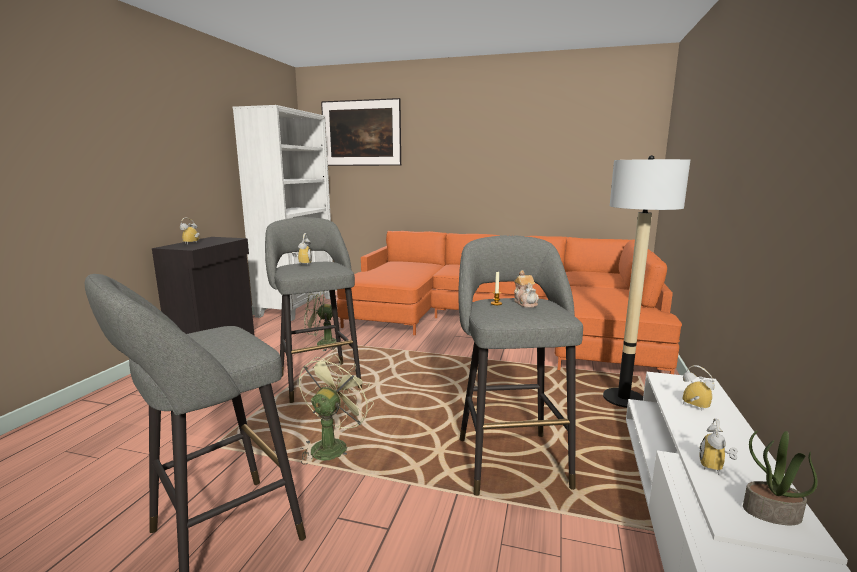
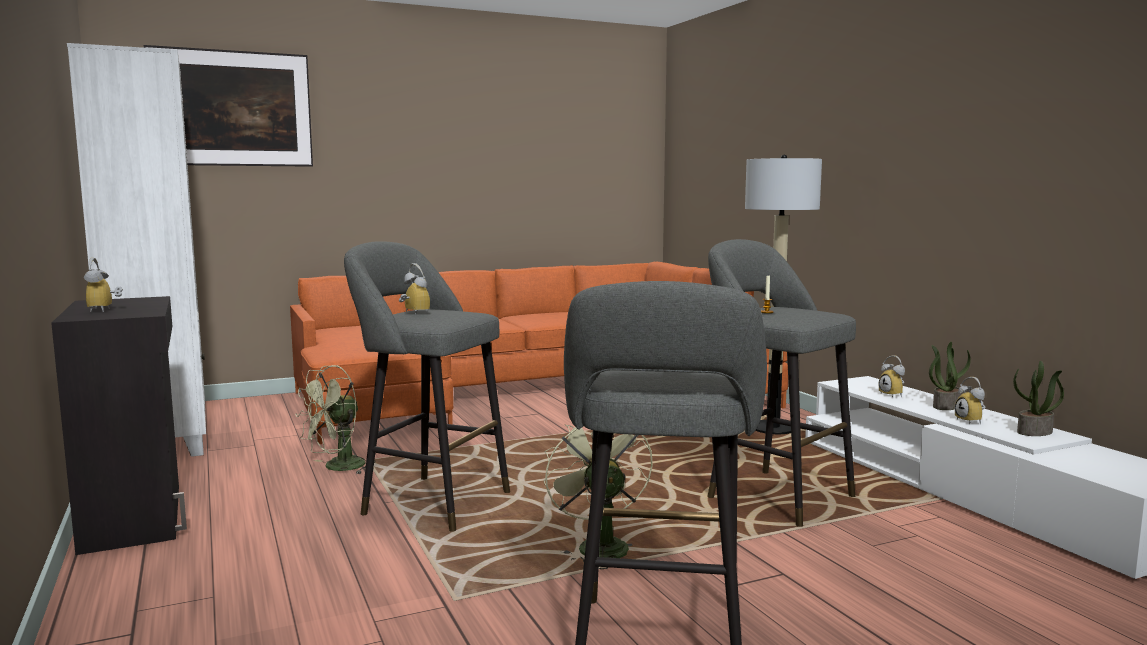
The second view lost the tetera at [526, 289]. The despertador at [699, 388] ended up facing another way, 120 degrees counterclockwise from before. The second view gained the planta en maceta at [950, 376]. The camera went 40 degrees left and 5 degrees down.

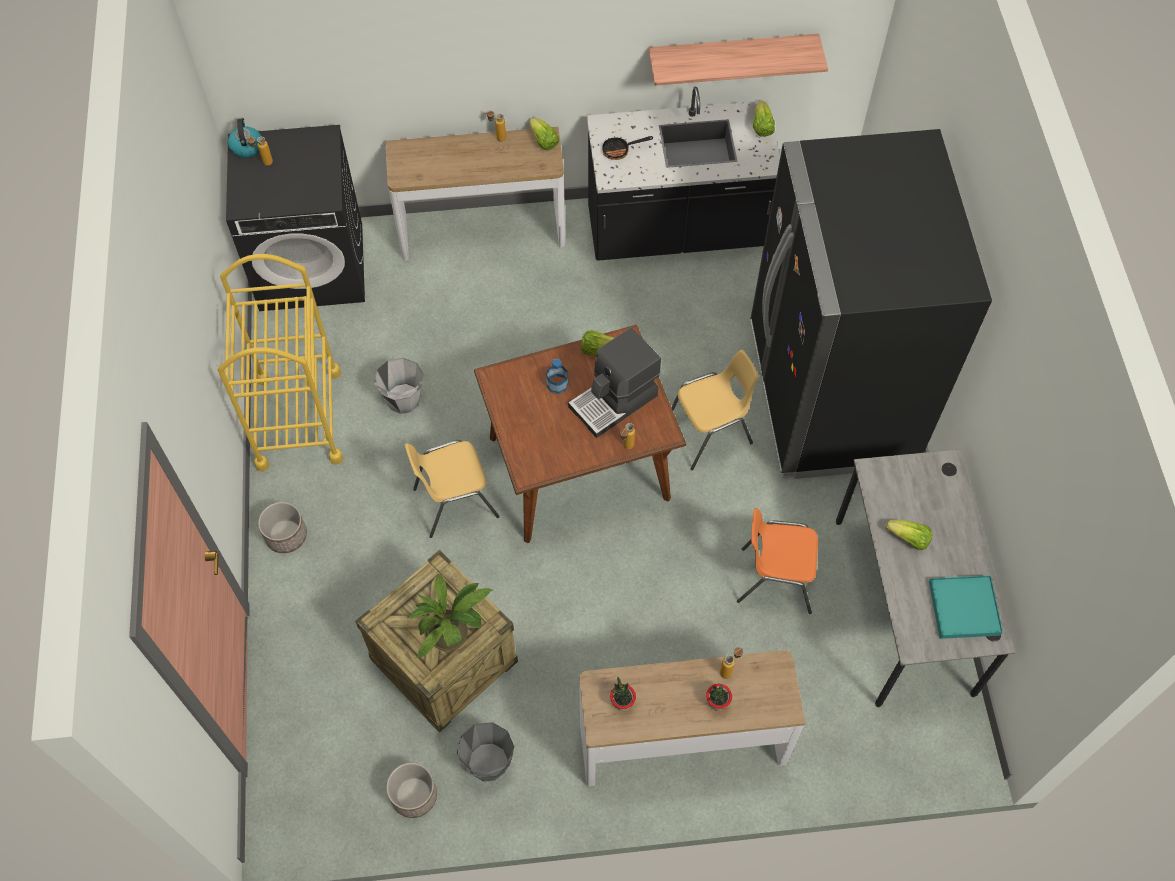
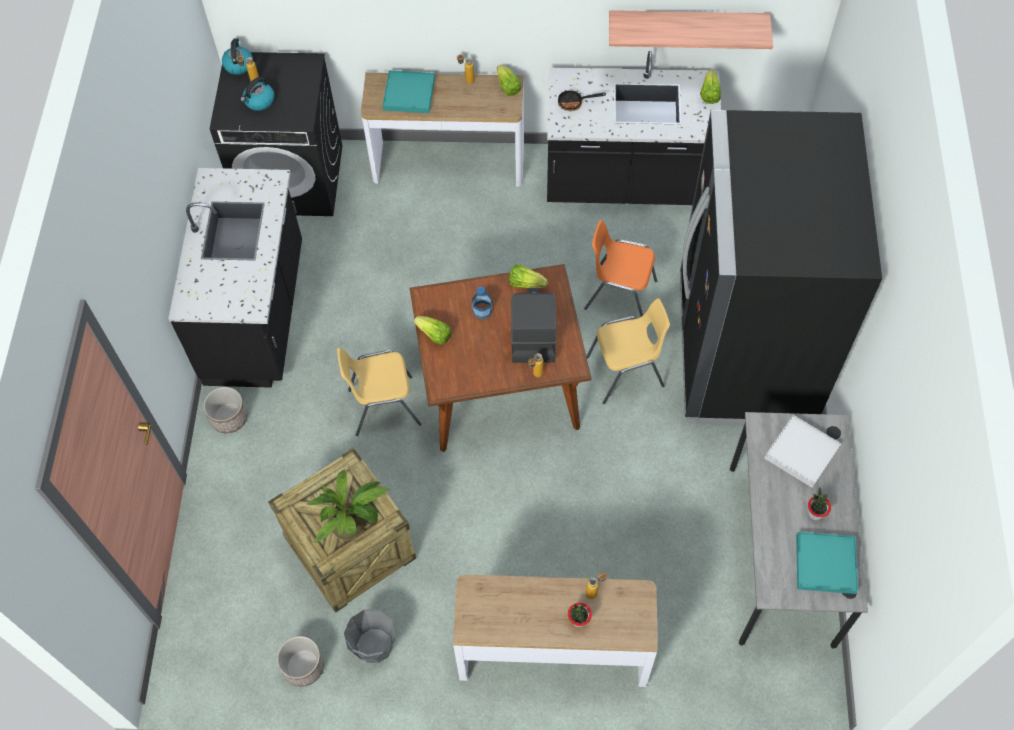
Where the carrito [amarillo] stood at [280, 363], the mueble bajo de cocina [negro] came to stand at [235, 278]. The cafetera at [614, 382] ended up facing another way, 120 degrees clockwise from before. The second view lost the cubo [gris] at [399, 386]. The silla [naranja] ended up elsewhere, having gone from [777, 561] to [620, 268]. The lechuga ended up elsewhere, having gone from [909, 535] to [433, 330]. The planta en maceta ended up elsewhere, having gone from [623, 694] to [819, 503]. The second view gained the bandeja [turquesa] at [409, 91]. The second view gained the hervidor at [257, 94]. The second view gained the bandeja [blanco] at [802, 451]. The camera went 10 degrees right and 0 degrees up.

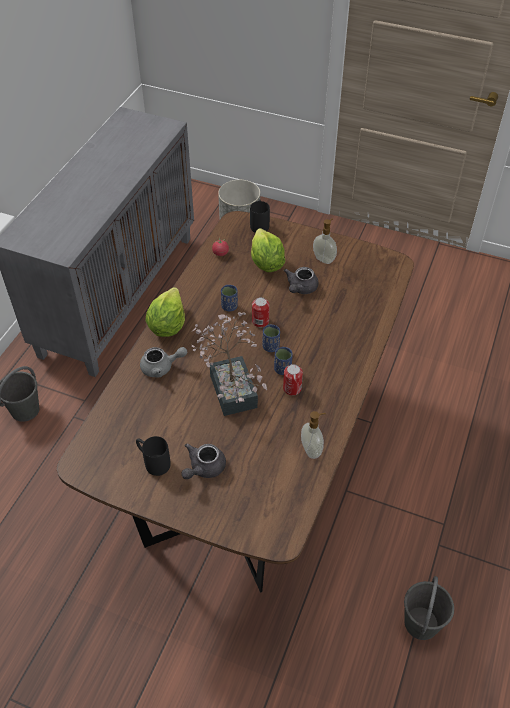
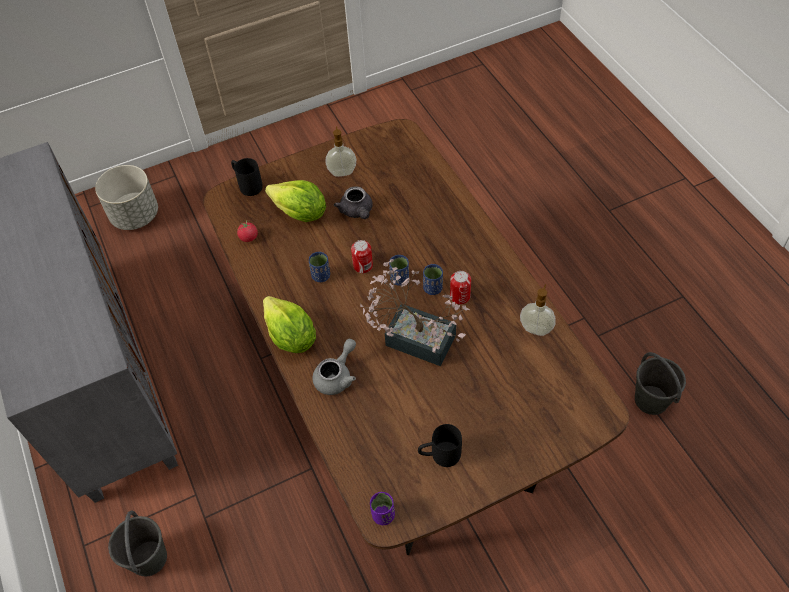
The second view lost the tetera [gris] at [203, 461]. The second view gained the taza [morado] at [382, 508]. The camera went 45 degrees left and 5 degrees up.

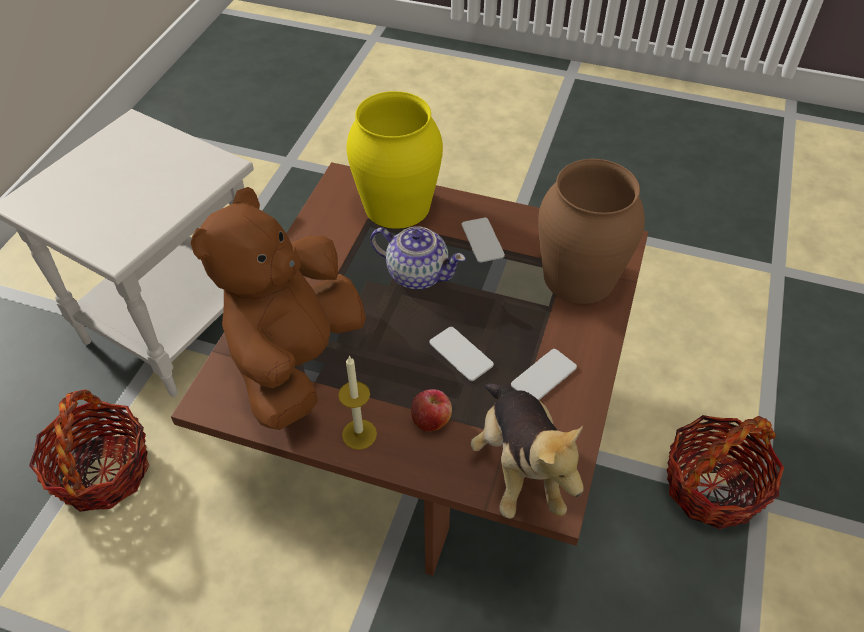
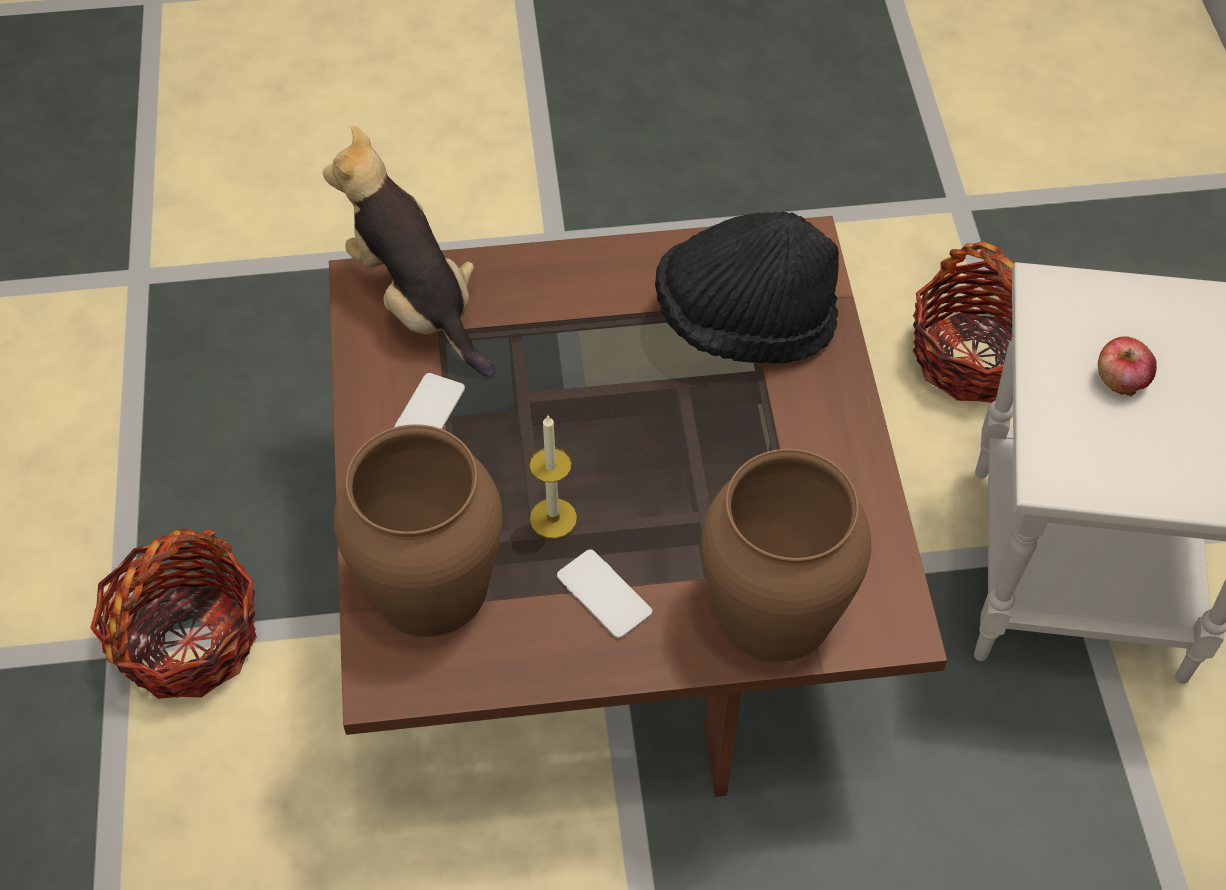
What was the florero [amarillo] at [394, 160] turned into the florero [marrón] at [786, 555]. Where the peluche [marrón] stood at [278, 308], the sombrero [negro] came to stand at [747, 287]. The second view lost the tetera at [418, 258]. The second view lost the móvil at [462, 354]. The vela ended up elsewhere, having gone from [357, 403] to [553, 477]. The manzana ended up elsewhere, having gone from [431, 410] to [1127, 366]. The camera went 155 degrees right and 5 degrees up.

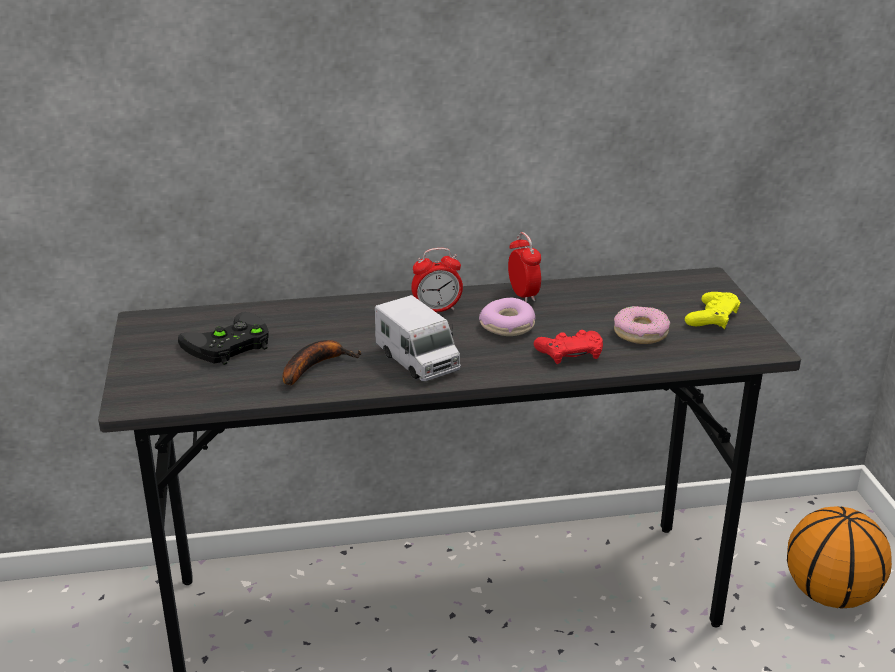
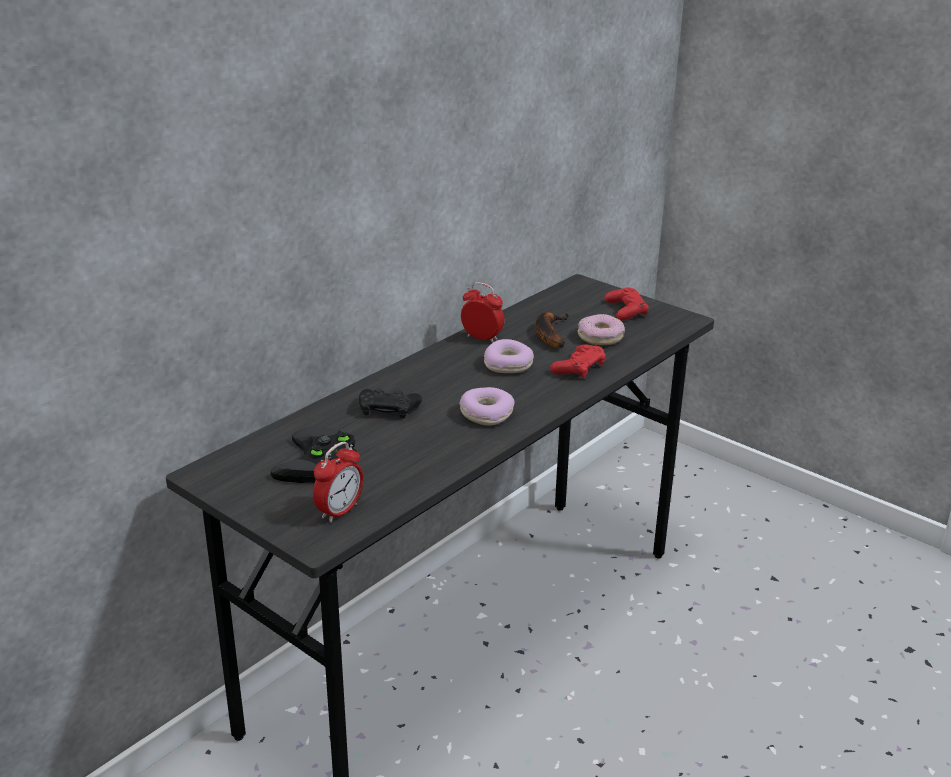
The despertador ended up elsewhere, having gone from [437, 280] to [338, 482]. What was the mando de consola [amarillo] at [712, 310] turned into the mando de consola [rojo] at [626, 304]. Where the camión de juguete stood at [418, 338], the rosquilla came to stand at [487, 406]. The plátano ended up elsewhere, having gone from [322, 363] to [552, 330]. The second view lost the balón de baloncesto at [839, 557]. The second view gained the mando de consola [negro] at [390, 403]. The camera went 40 degrees left and 0 degrees up.

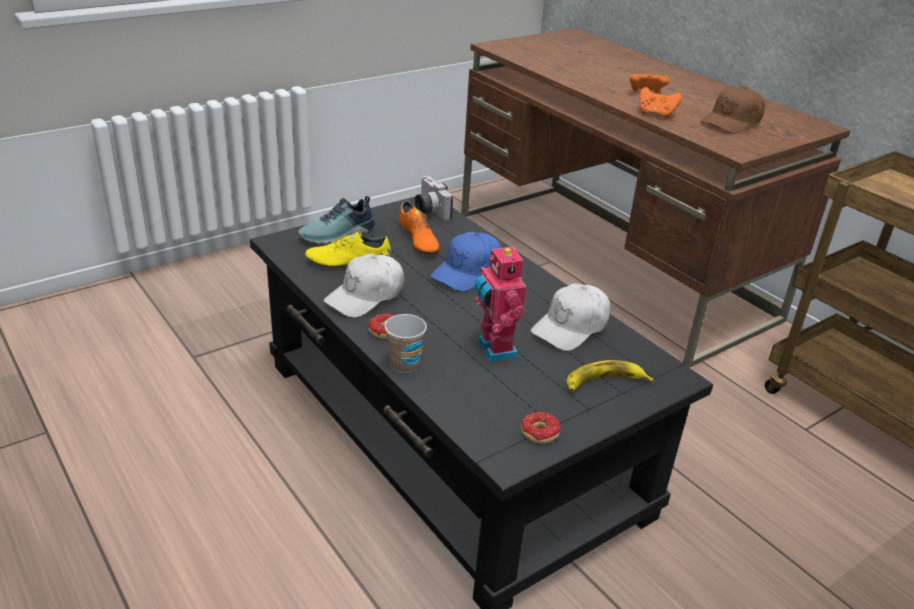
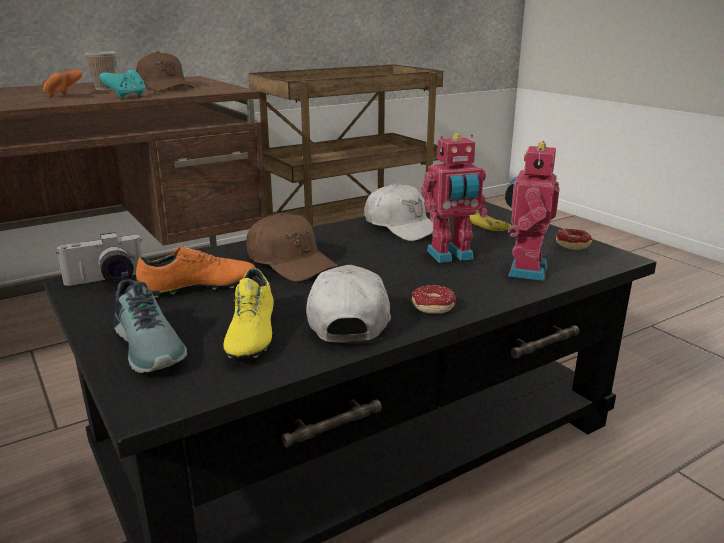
What was the mando de consola [naranja] at [661, 103] turned into the mando de consola [turquesa] at [122, 84]. What was the gorra [azul] at [465, 262] turned into the gorra [marrón] at [292, 247]. The gorra [blanco] at [364, 286] ended up facing another way, 135 degrees counterclockwise from before. The taza ended up elsewhere, having gone from [406, 343] to [101, 70]. The second view gained the robot de juguete at [532, 211]. The camera went 85 degrees left and 10 degrees down.

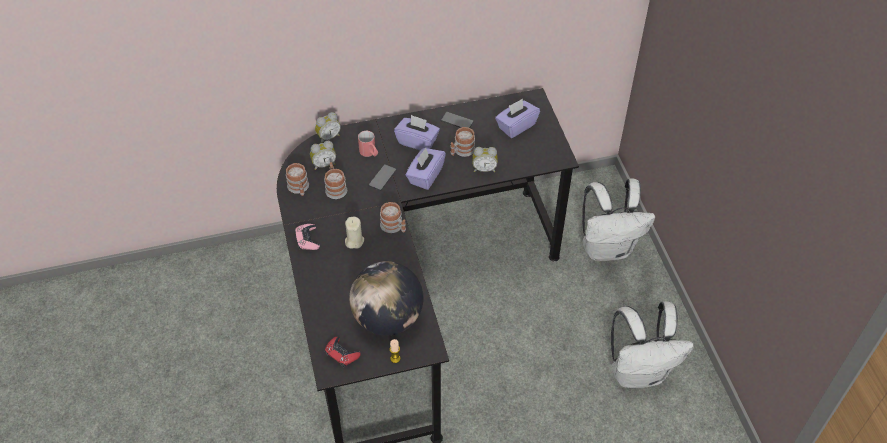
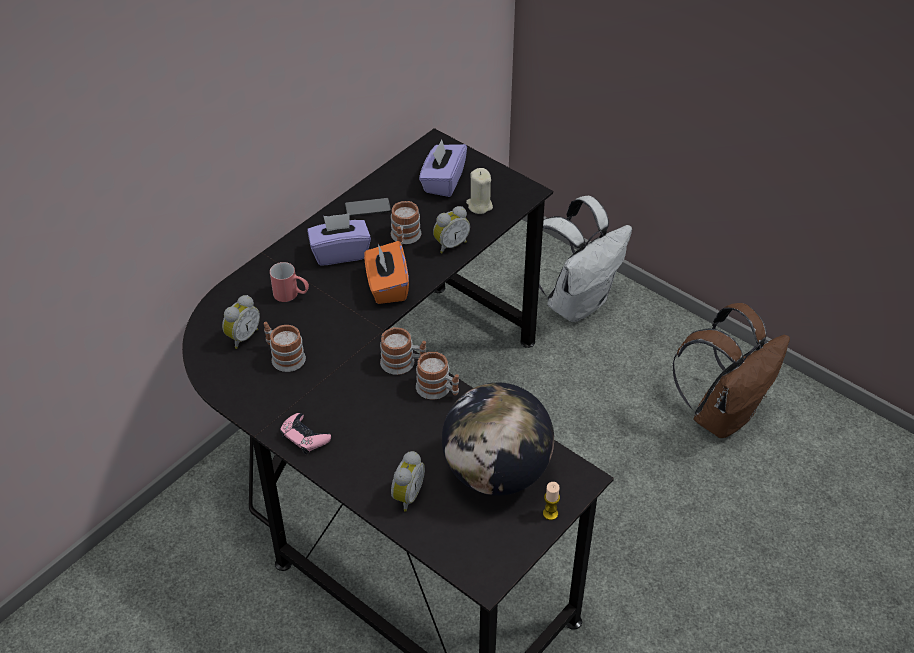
The despertador ended up elsewhere, having gone from [328, 127] to [408, 481]. What was the caja de pañuelos [morado] at [426, 169] turned into the caja de pañuelos [naranja] at [386, 272]. The taza grande ended up elsewhere, having gone from [297, 179] to [437, 376]. The second view lost the móvil at [383, 177]. The vela [beis] ended up elsewhere, having gone from [354, 233] to [479, 191]. What was the mochila [blanco] at [652, 344] turned into the mochila [marrón] at [731, 370]. The second view lost the mando de consola [rojo] at [343, 352]. The camera went 35 degrees left and 5 degrees down.

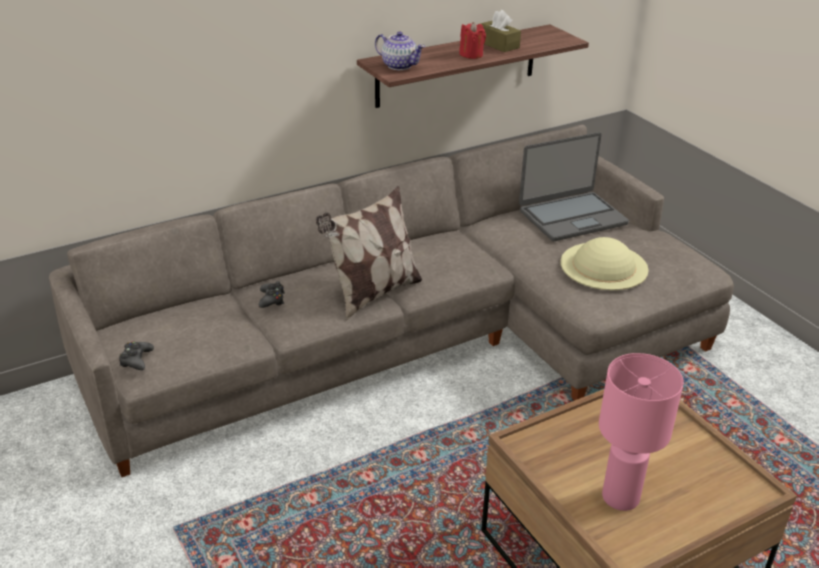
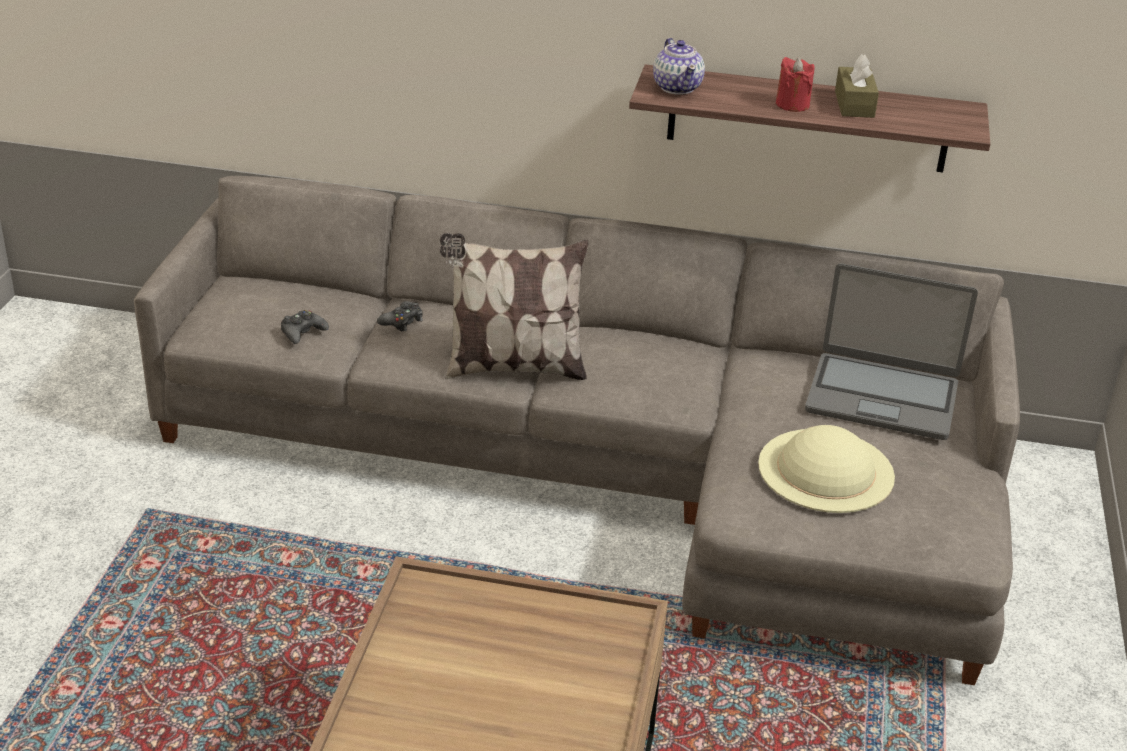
The mando de consola [negro] ended up elsewhere, having gone from [136, 355] to [305, 327]. The second view lost the lámpara de mesa [rosa] at [641, 432]. The camera went 40 degrees right and 0 degrees up.

